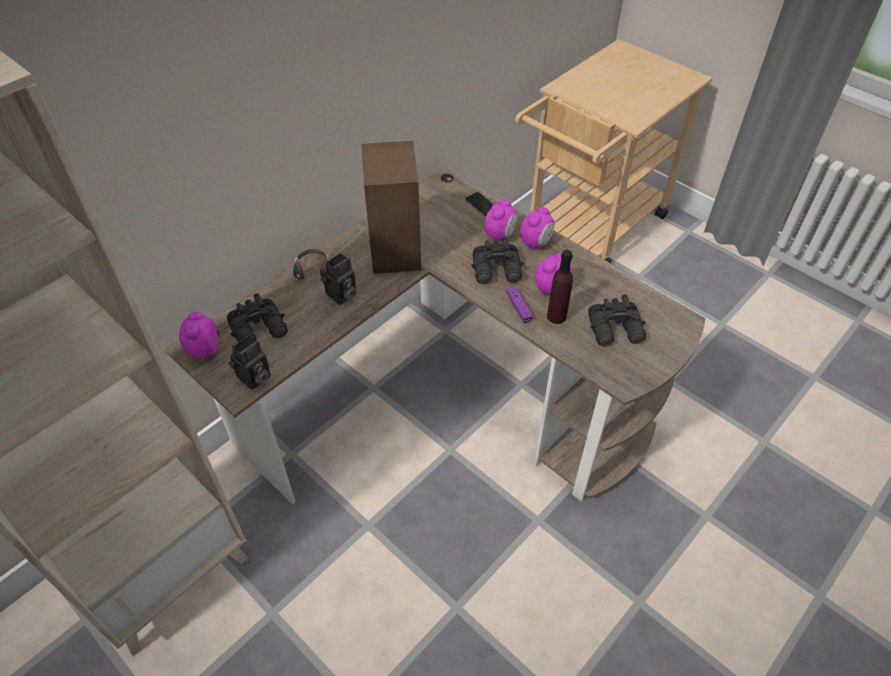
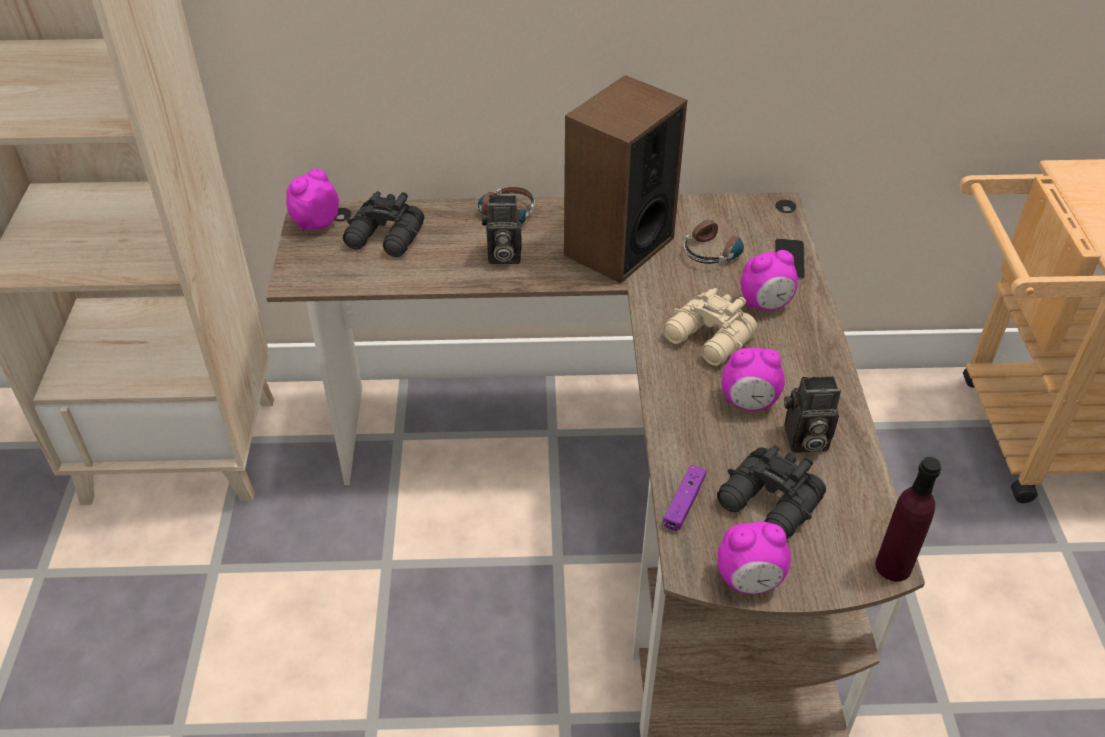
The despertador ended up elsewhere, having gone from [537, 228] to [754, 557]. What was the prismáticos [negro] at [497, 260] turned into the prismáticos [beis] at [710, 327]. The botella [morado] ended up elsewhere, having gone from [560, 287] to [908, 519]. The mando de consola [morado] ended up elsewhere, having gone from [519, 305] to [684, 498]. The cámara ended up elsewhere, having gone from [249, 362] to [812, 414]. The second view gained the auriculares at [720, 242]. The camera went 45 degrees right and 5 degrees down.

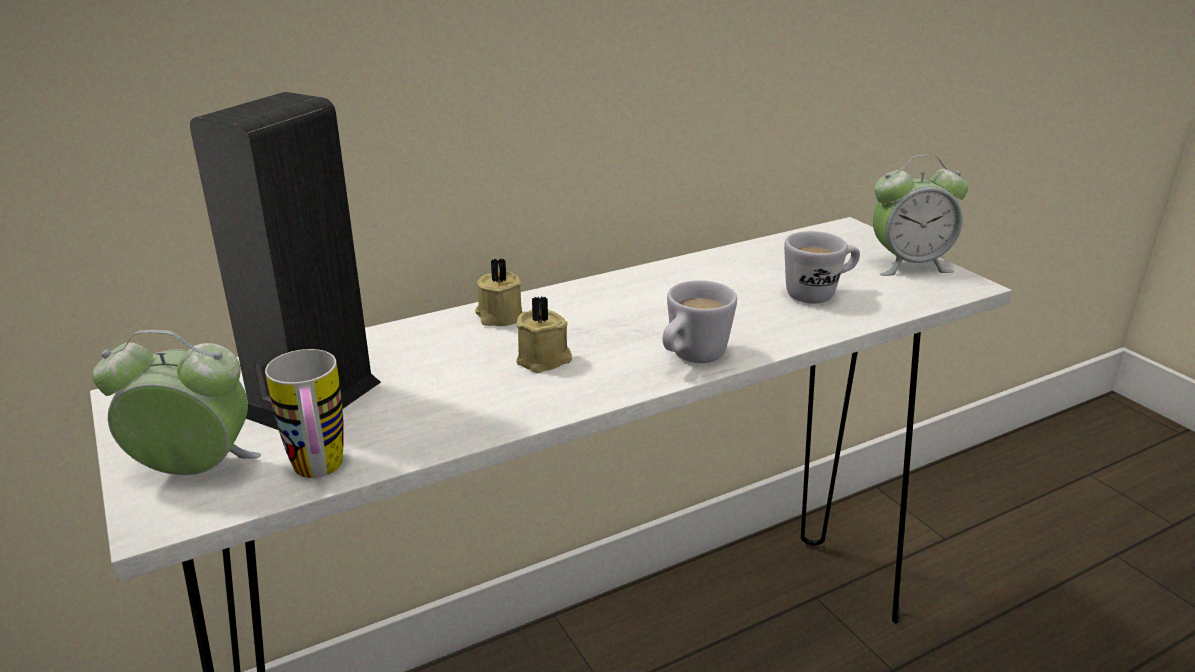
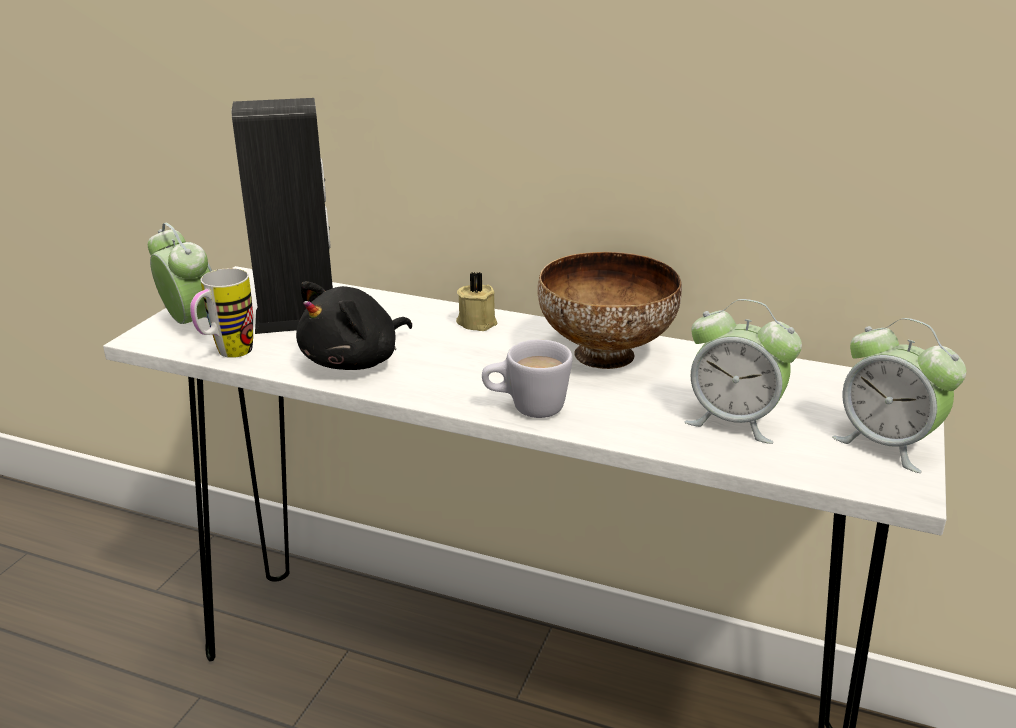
Where the taza grande [blanco] stood at [822, 267], the despertador came to stand at [743, 371]. The second view lost the vela [beis] at [544, 334]. The second view gained the cuenco at [609, 310]. The second view gained the peluche [negro] at [354, 325]. The camera went 50 degrees right and 0 degrees up.

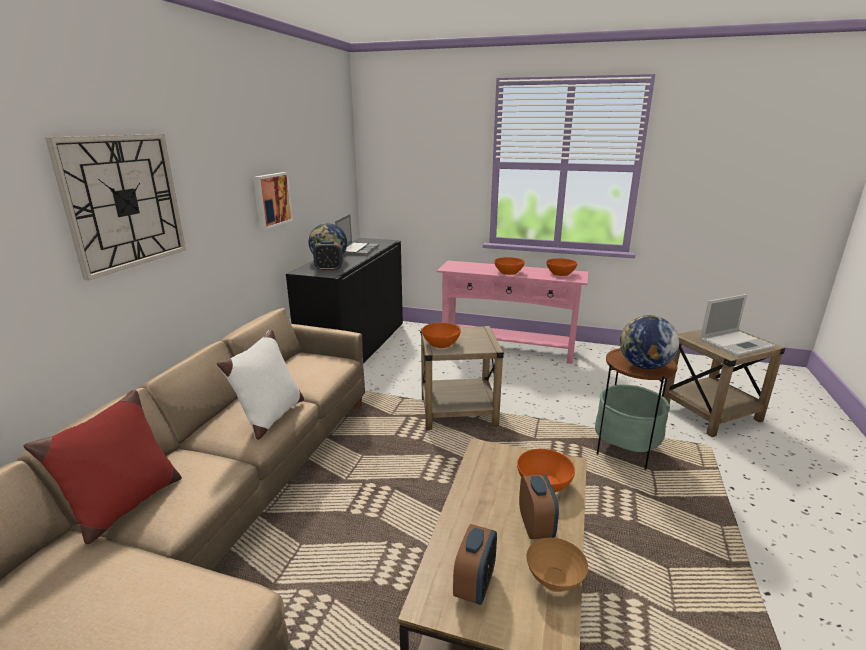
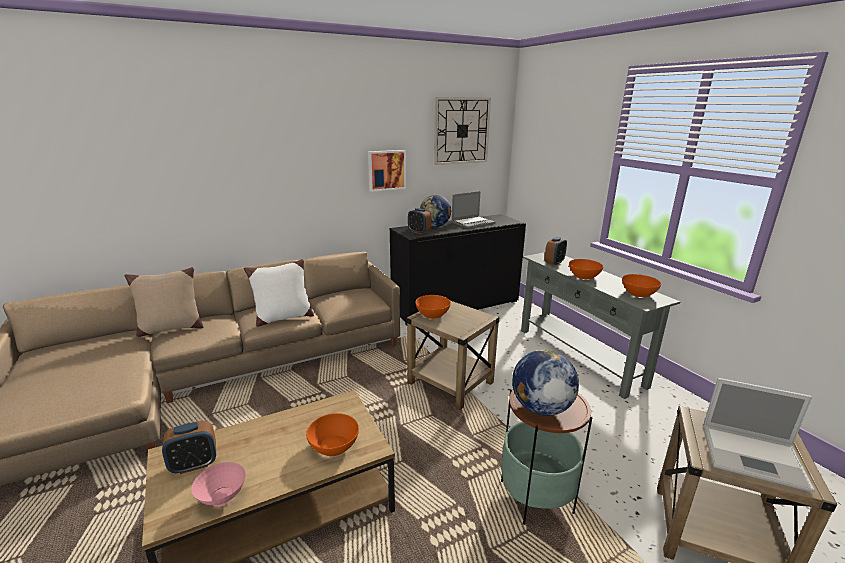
The reloj de pared ended up elsewhere, having gone from [115, 207] to [462, 131]. What was the mesa consola [rosa] at [512, 312] turned into the mesa consola [gris] at [600, 325]. What was the cojín [rojo] at [103, 466] turned into the cojín [beis] at [163, 302]. The despertador ended up elsewhere, having gone from [539, 507] to [556, 251]. What was the cuenco [marrón] at [557, 565] turned into the cuenco [rosa] at [218, 484]. The camera went 45 degrees right and 0 degrees up.

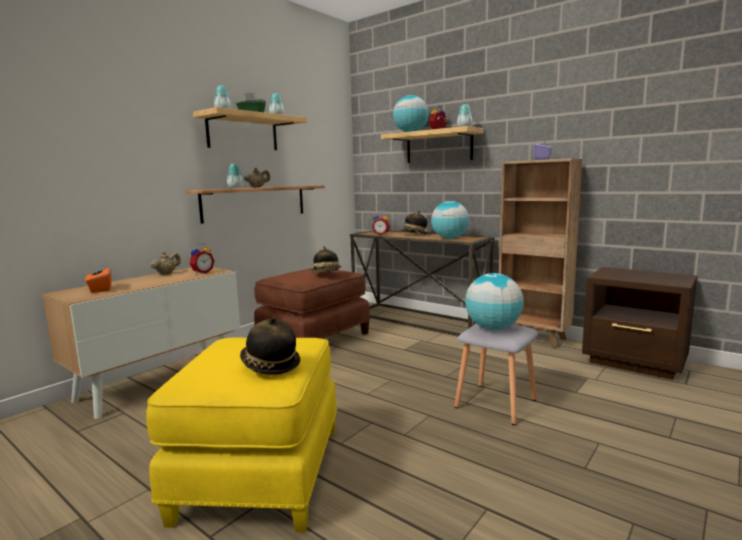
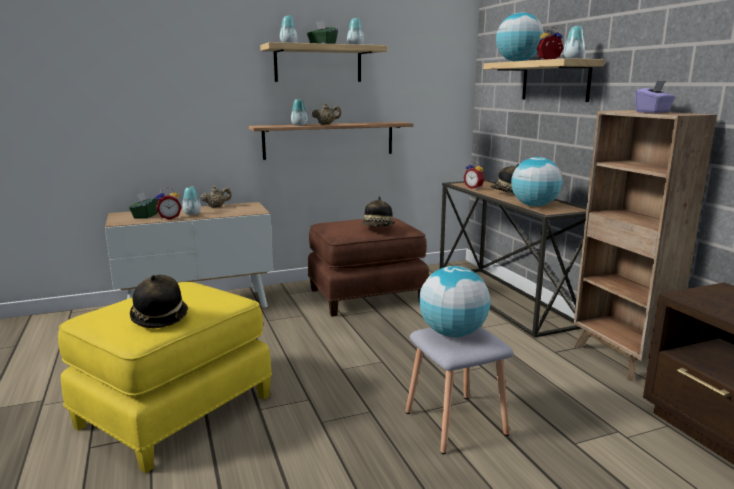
The despertador ended up elsewhere, having gone from [201, 258] to [169, 203]. What was the caja de pañuelos [naranja] at [98, 278] turned into the caja de pañuelos [verde] at [144, 205]. The second view gained the florero at [191, 201]. The camera went 30 degrees right and 5 degrees up.

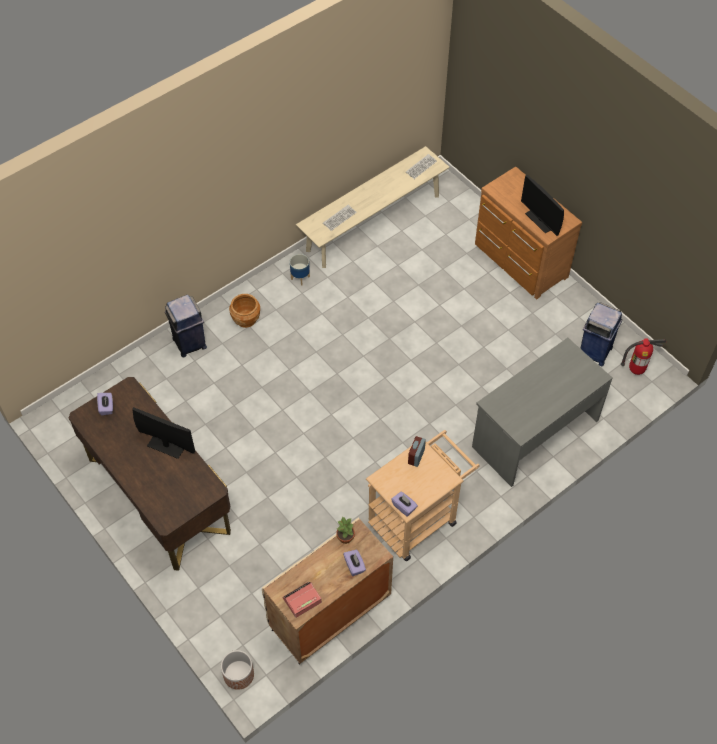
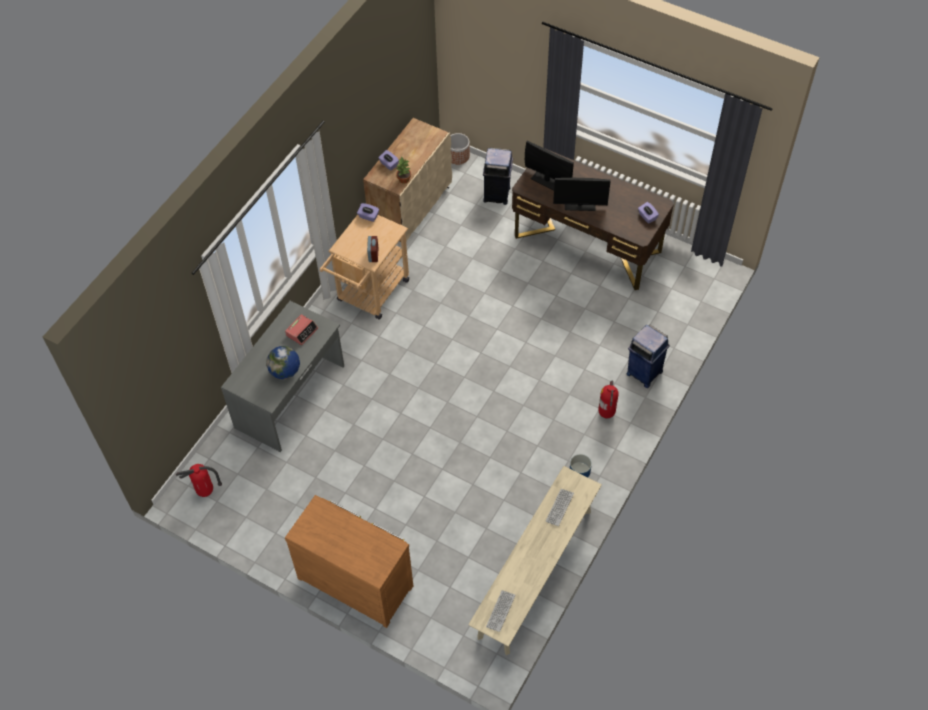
The monitor ended up elsewhere, having gone from [542, 205] to [549, 165]. Where the maceta [marrón] stood at [244, 311], the extintor came to stand at [608, 400]. The papelera [azul] ended up elsewhere, having gone from [601, 334] to [498, 176]. The despertador ended up elsewhere, having gone from [302, 600] to [301, 329]. The second view gained the globo terráqueo at [283, 362]. The camera went 160 degrees right and 0 degrees up.

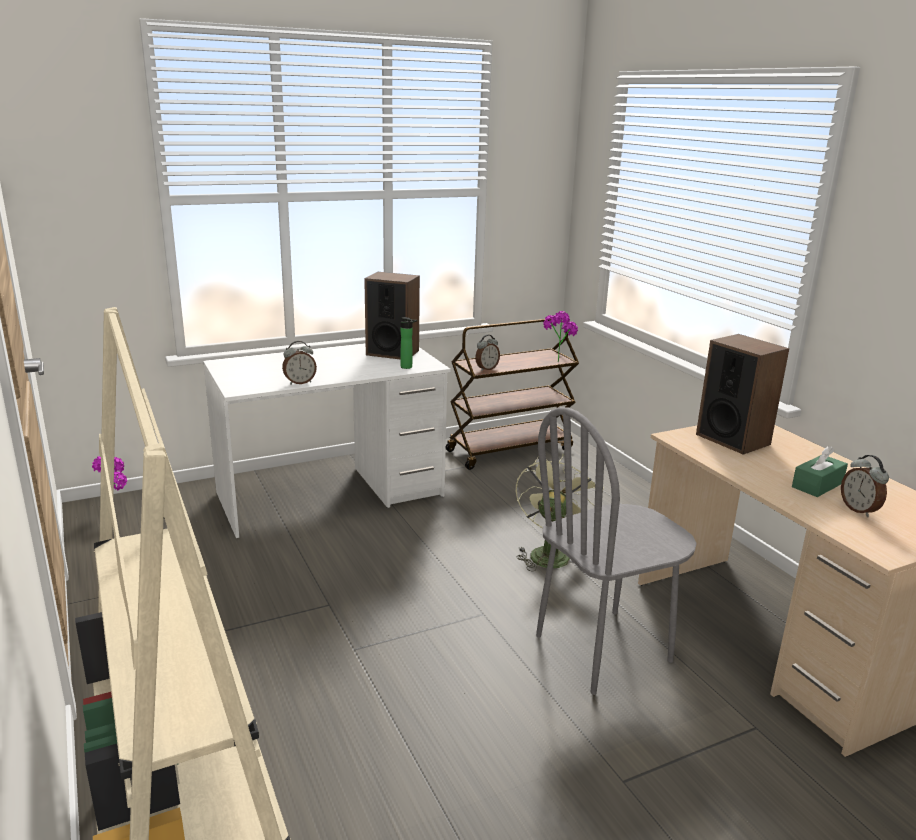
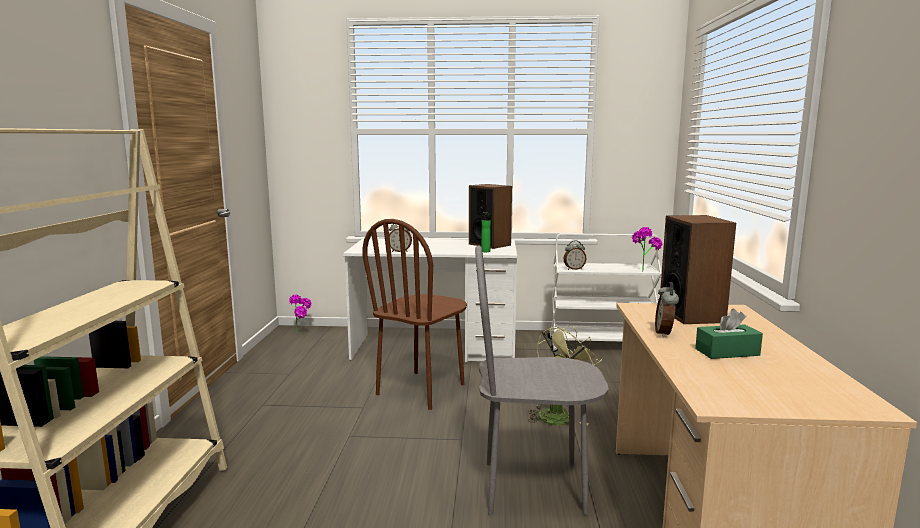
What was the carrito [marrón] at [512, 394] turned into the carrito [blanco] at [604, 292]. The despertador ended up elsewhere, having gone from [865, 486] to [667, 310]. The second view gained the silla [marrón] at [414, 314]. The camera went 30 degrees right and 10 degrees down.

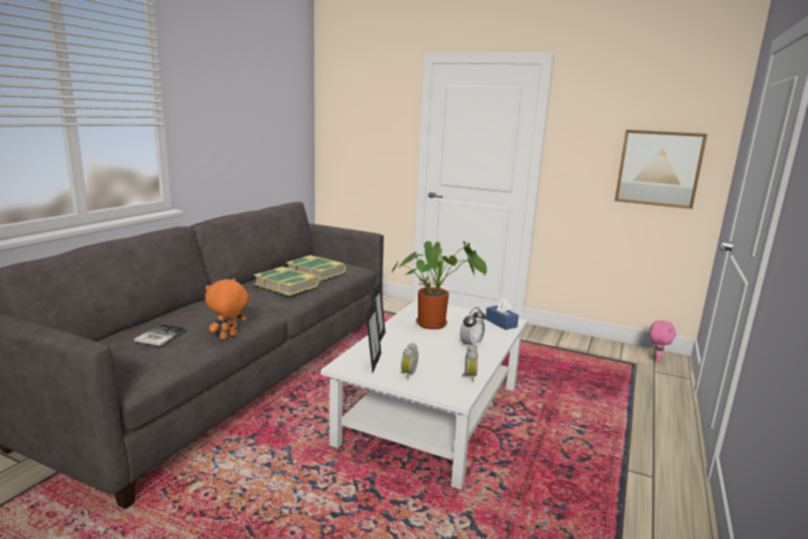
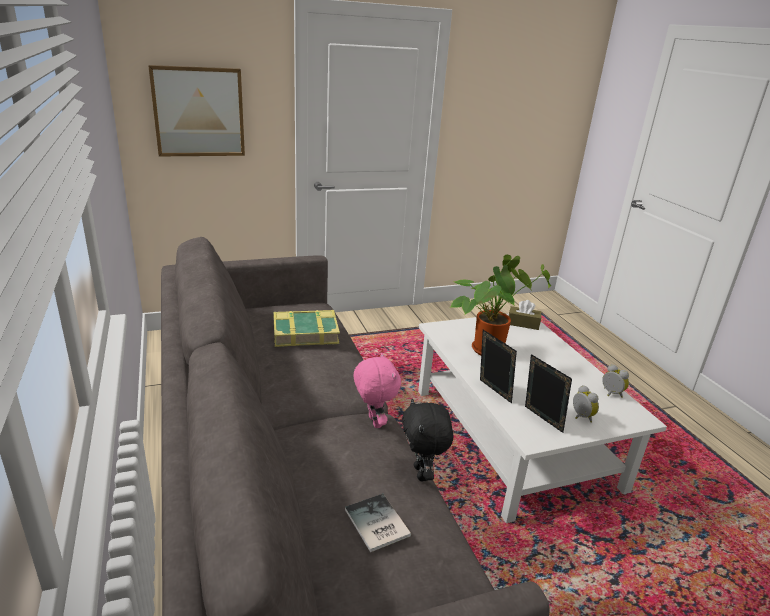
The cuadro ended up elsewhere, having gone from [661, 169] to [196, 110]. The second view lost the libro at [286, 281]. What was the peluche [naranja] at [227, 309] turned into the peluche [negro] at [427, 439]. What was the caja de pañuelos [azul] at [502, 314] turned into the caja de pañuelos [marrón] at [525, 315]. The second view lost the despertador at [473, 326]. The peluche [rosa] ended up elsewhere, having gone from [662, 341] to [377, 390]. The camera went 45 degrees left and 10 degrees up.

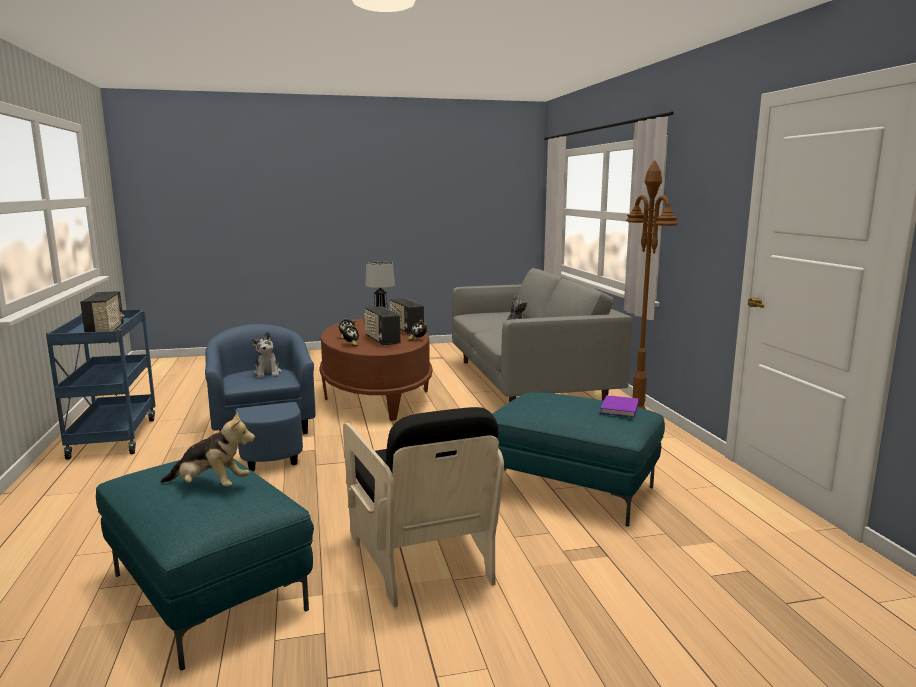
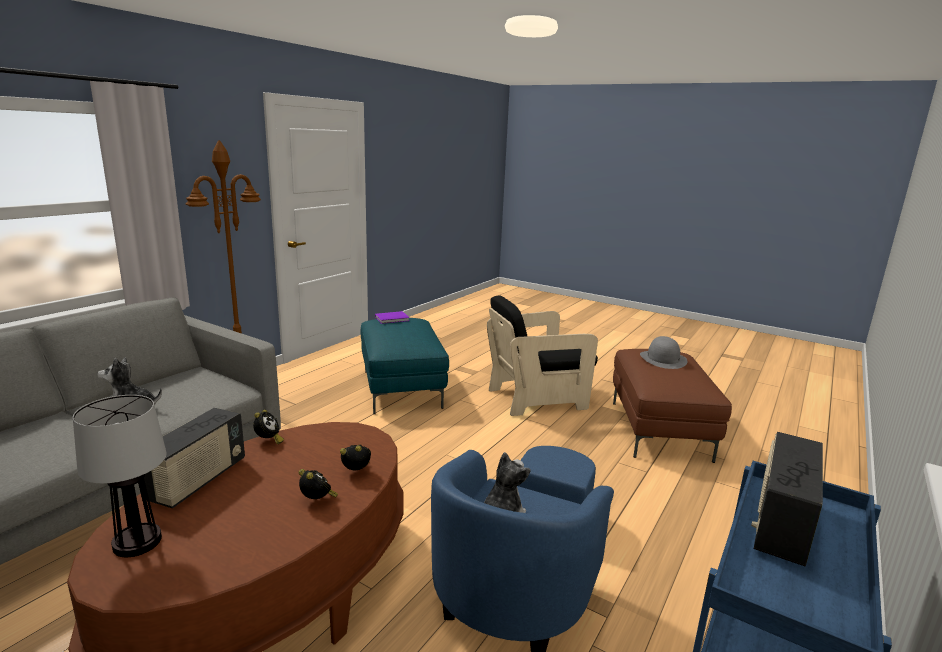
The second view lost the radio at [382, 325]. The sillón [negro] at [423, 507] ended up facing another way, 135 degrees counterclockwise from before. Where the peluche stood at [208, 449], the sombrero [gris] came to stand at [664, 352]. What was the puf [turquesa] at [205, 564] turned into the puf [marrón] at [672, 406]. The camera went 135 degrees left and 5 degrees up.

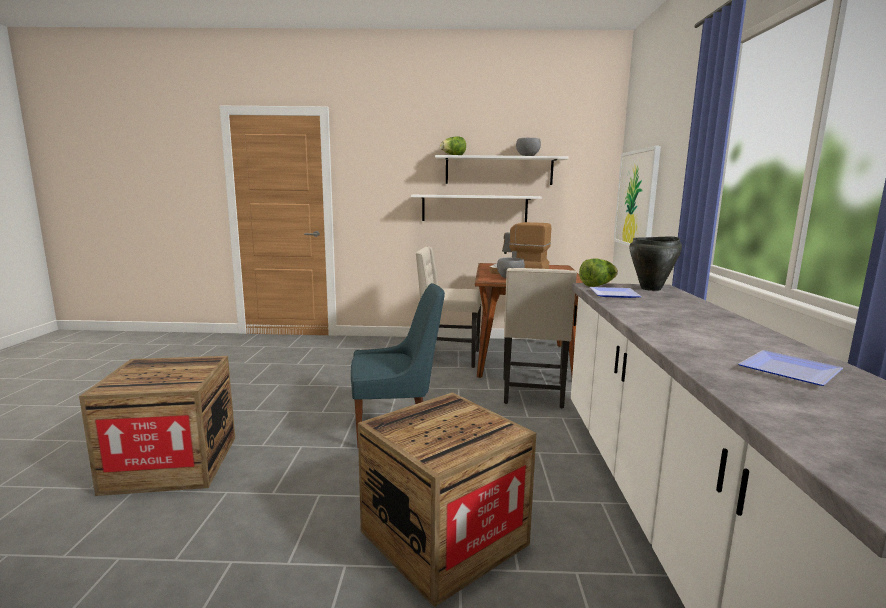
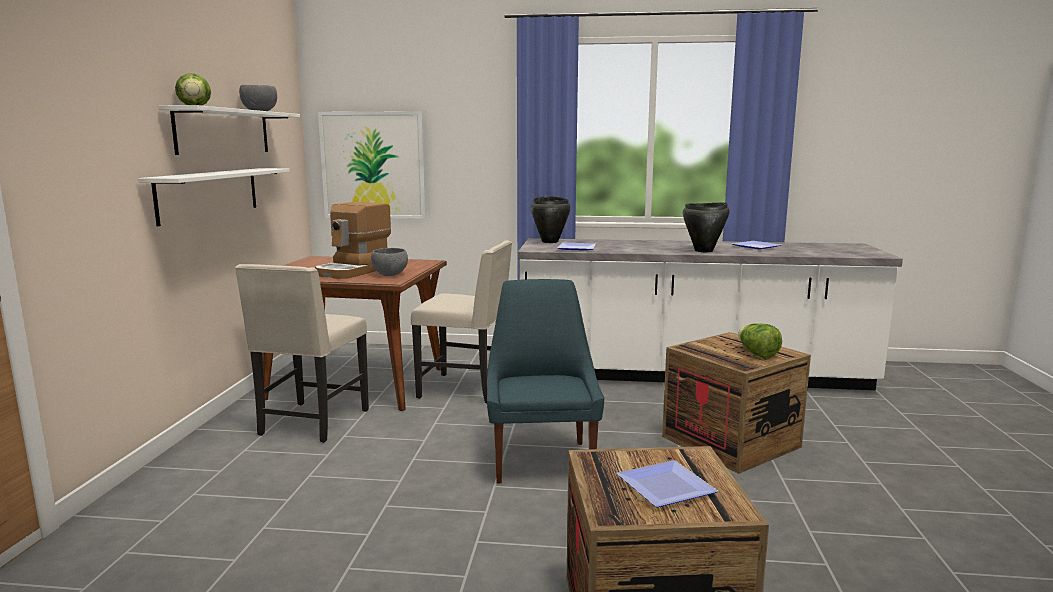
The lechuga ended up elsewhere, having gone from [598, 272] to [760, 340]. The second view gained the olla [negro] at [706, 227]. The second view gained the plato at [667, 484]. The camera went 85 degrees left and 0 degrees up.

